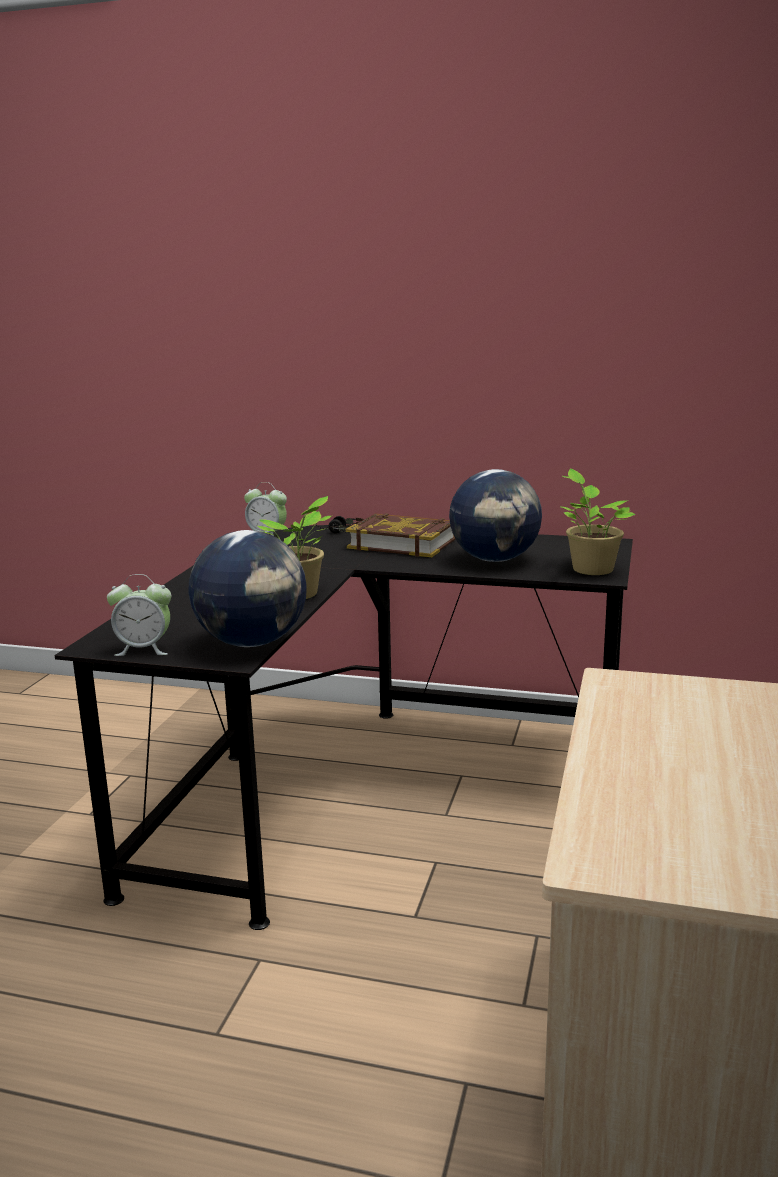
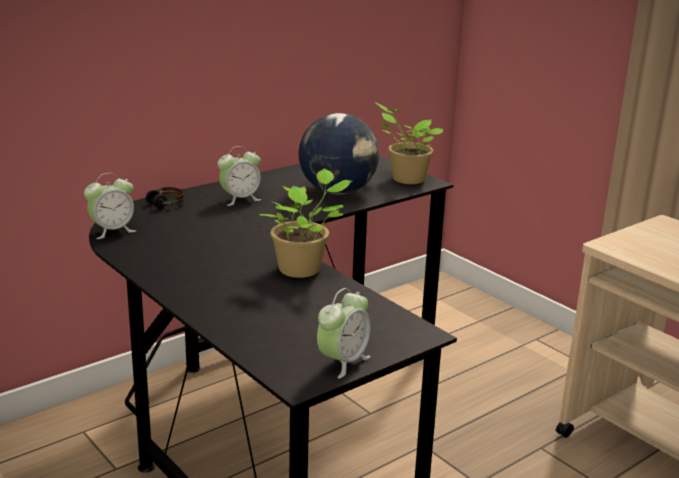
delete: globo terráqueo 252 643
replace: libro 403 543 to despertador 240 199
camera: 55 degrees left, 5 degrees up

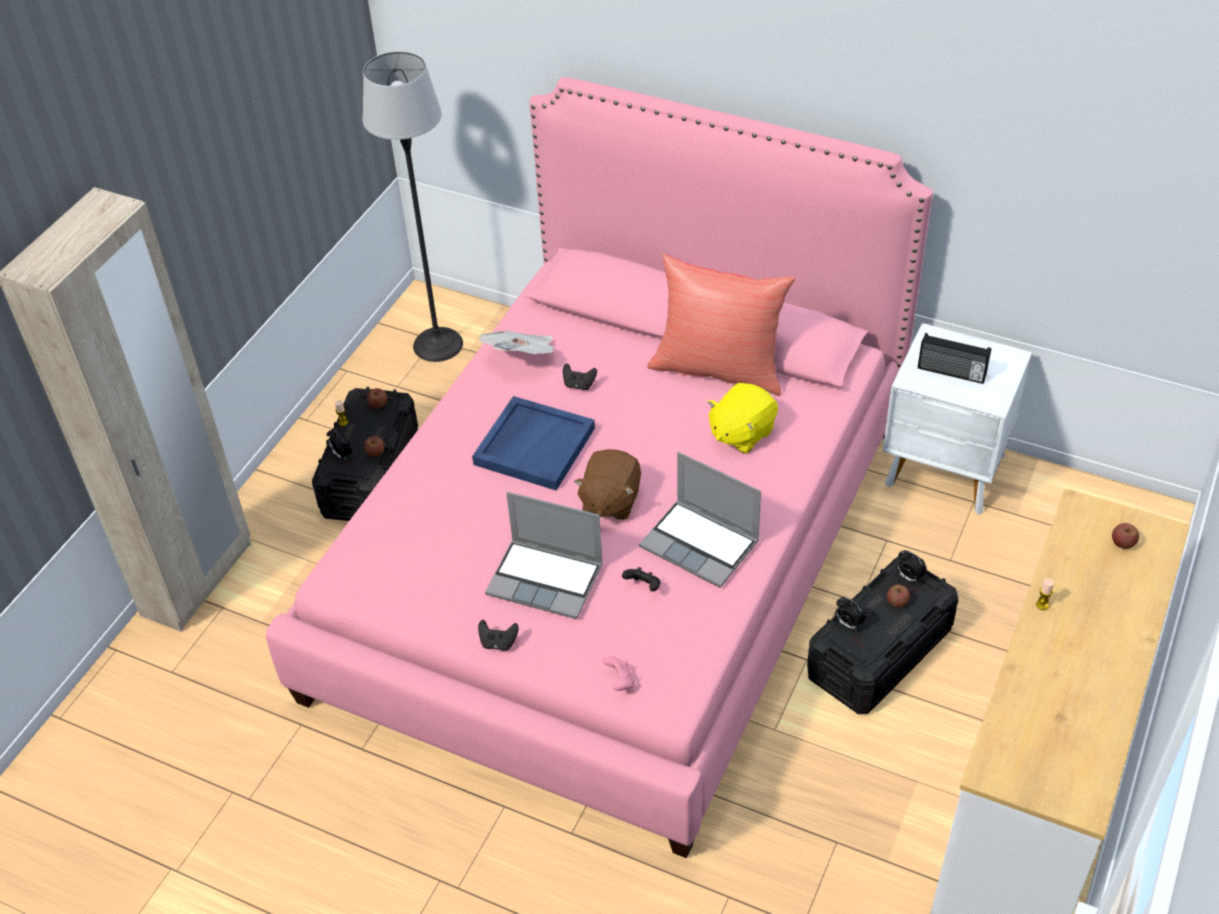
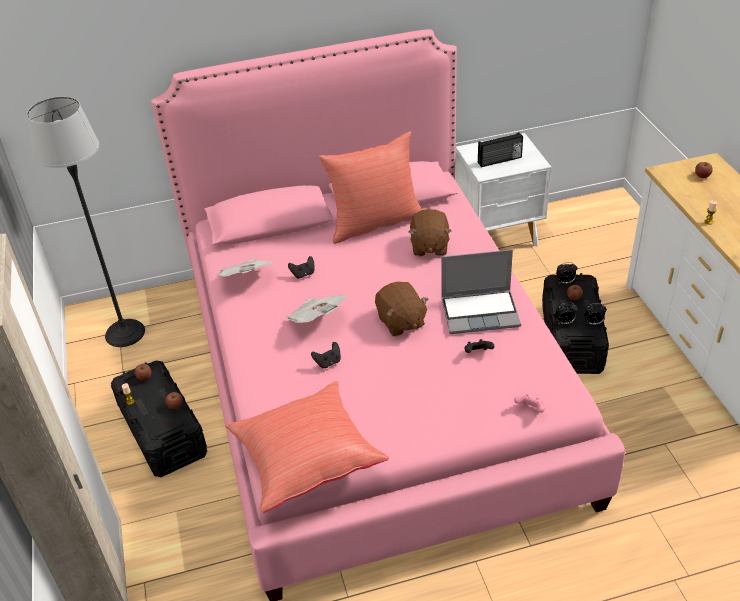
delete: portátil 547 579
insert: cojín (rojo) 306 459
move: mando de consola (negro) 498 643 to 328 362; despertador 341 455 to 593 323
replace: bandeja (azul) 534 445 to periódico 317 320
recolor: peluche (amarillo) 741 433 to peluche (marrón) 429 246
camera: 40 degrees left, 5 degrees down

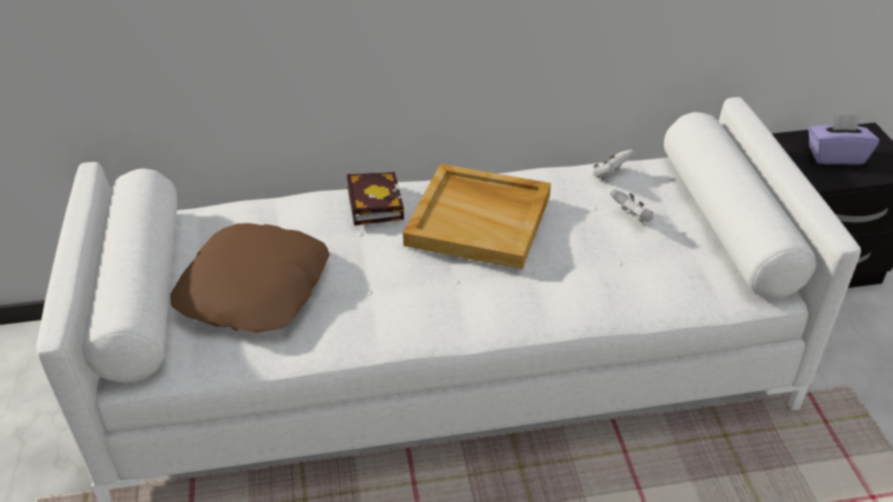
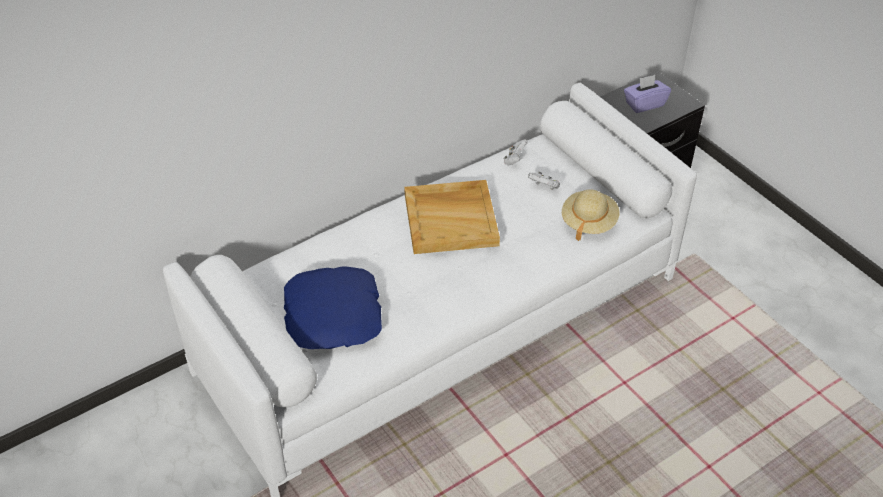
delete: libro 373 202
insert: sombrero (beis) 588 222
recolor: cojín (marrón) 256 289 to cojín (azul) 334 316
camera: 25 degrees left, 5 degrees up

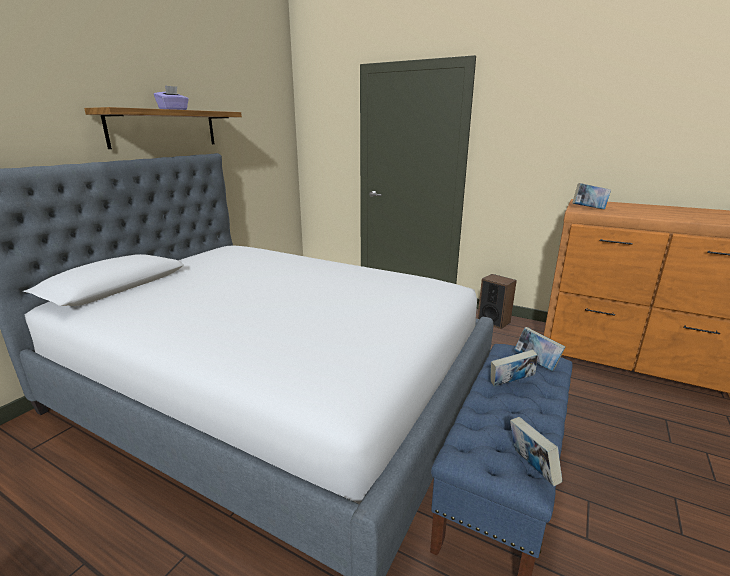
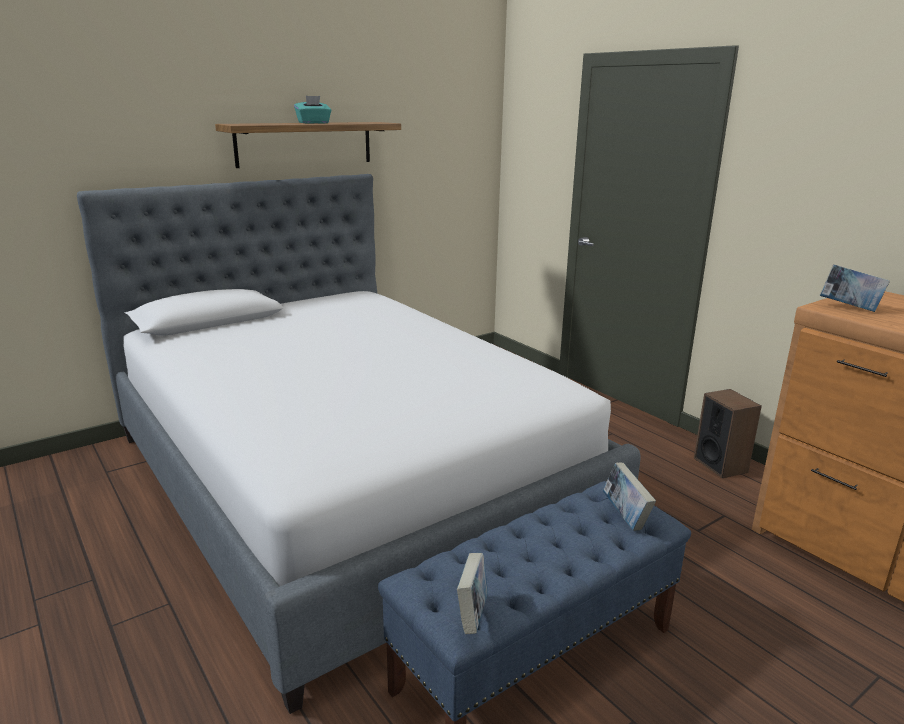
delete: libro 510 384
recolor: caja de pañuelos (morado) 173 109 to caja de pañuelos (turquesa) 313 123
camera: 25 degrees right, 0 degrees up

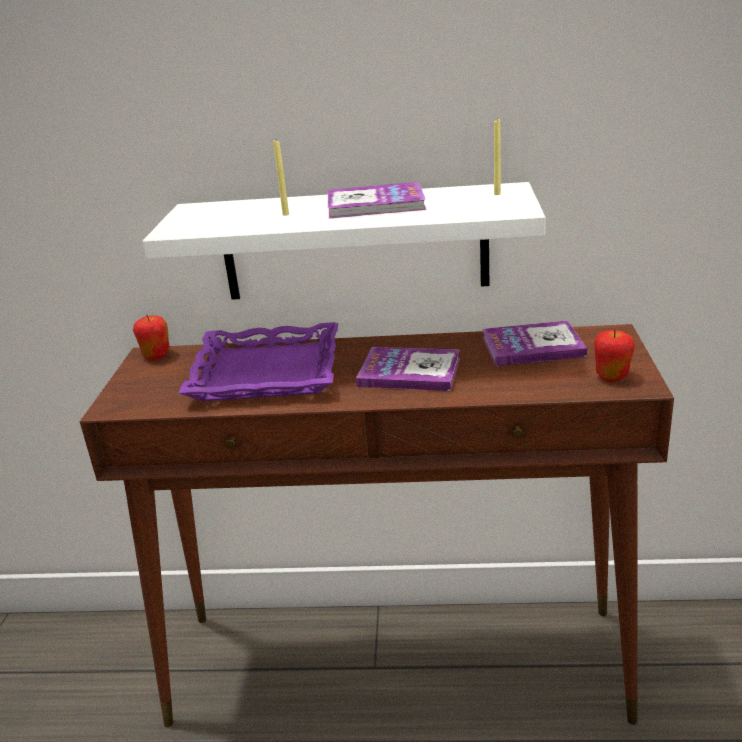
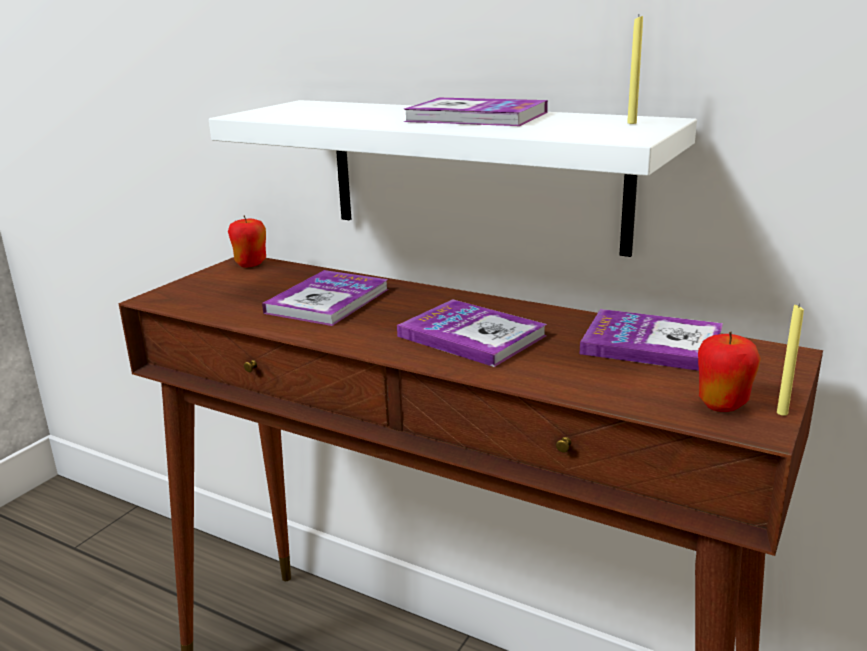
move: vela (amarillo) 285 214 to 782 413
replace: bandeja (morado) 267 372 to libro 328 301
camera: 25 degrees right, 5 degrees down

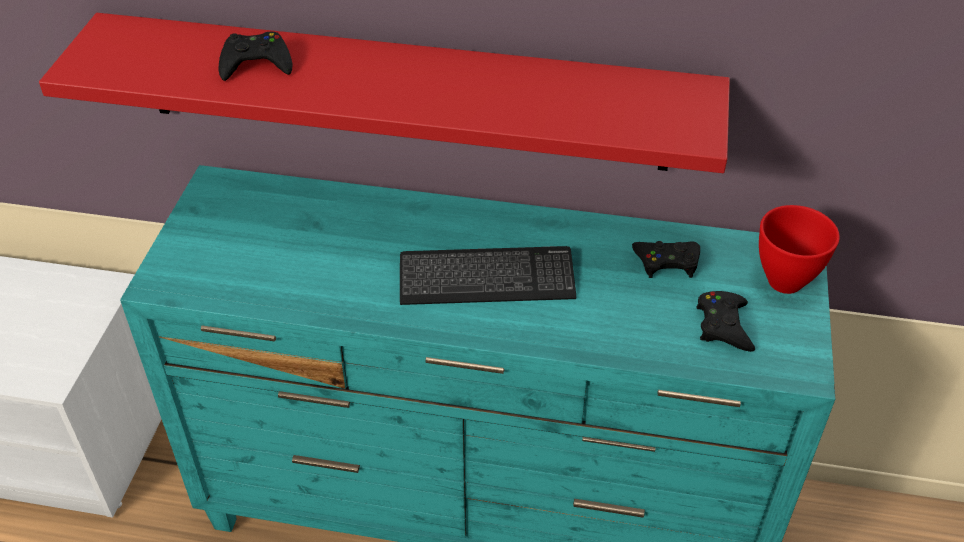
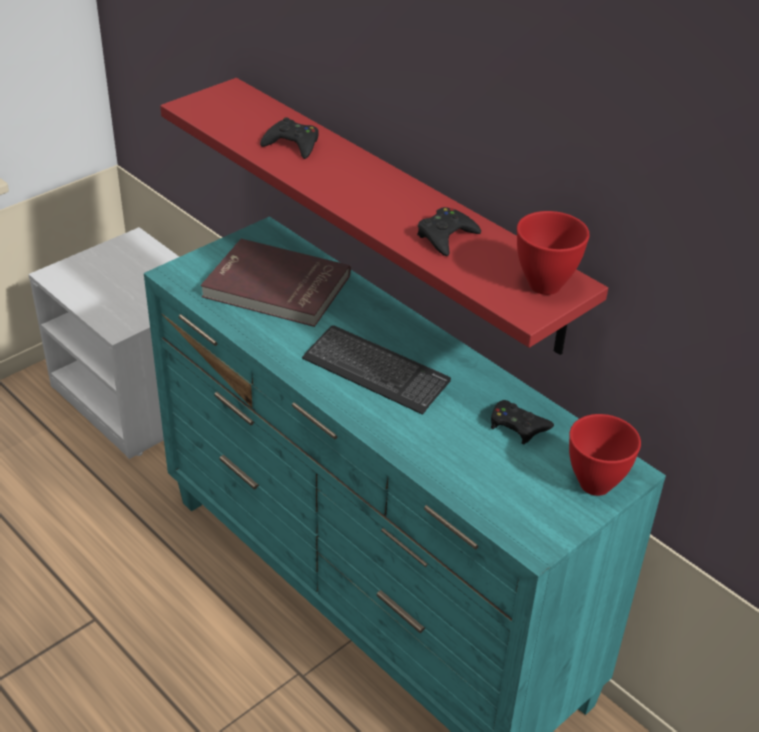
insert: libro (rojo) 275 288; cuenco (rojo) 545 284
move: mando de consola (negro) 723 325 to 446 237
camera: 35 degrees right, 5 degrees down

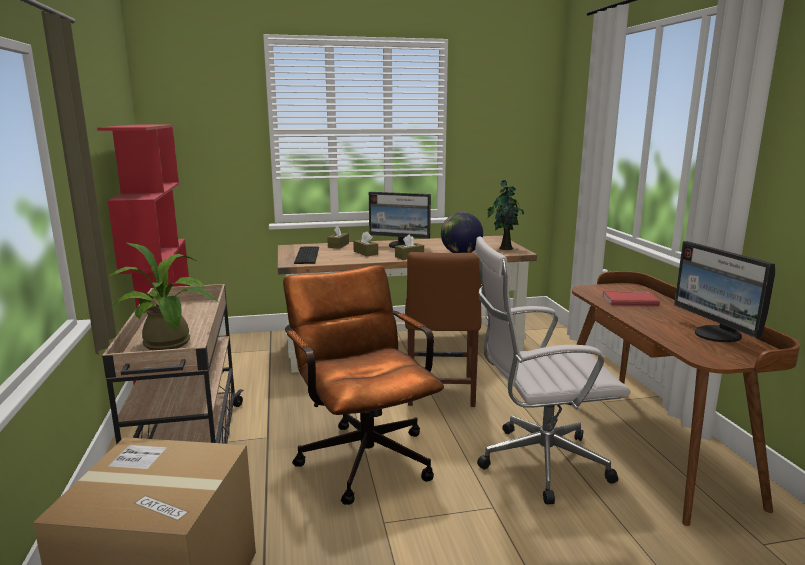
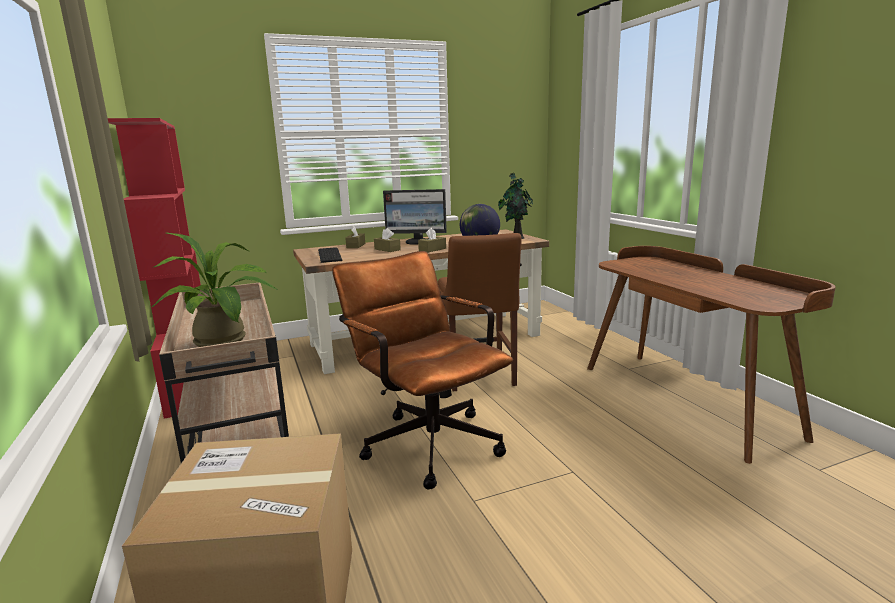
delete: silla de oficina (blanco) 537 463; libro (rojo) 629 299; monitor 717 335
camera: 10 degrees left, 0 degrees up

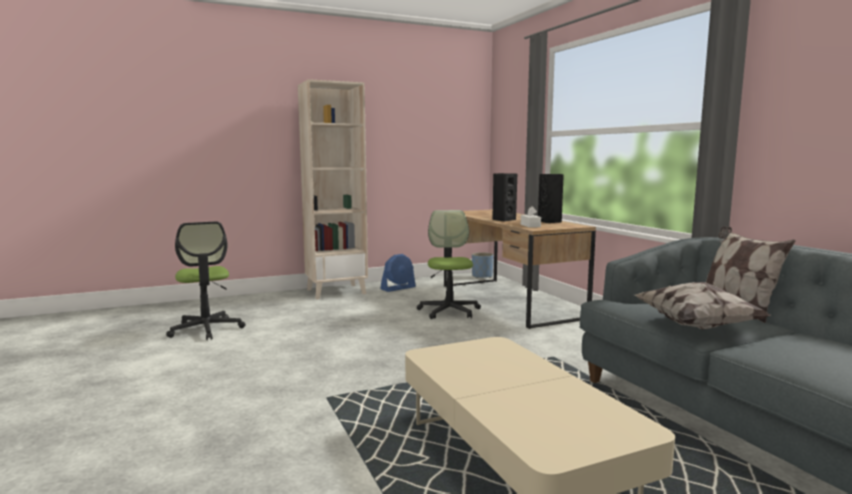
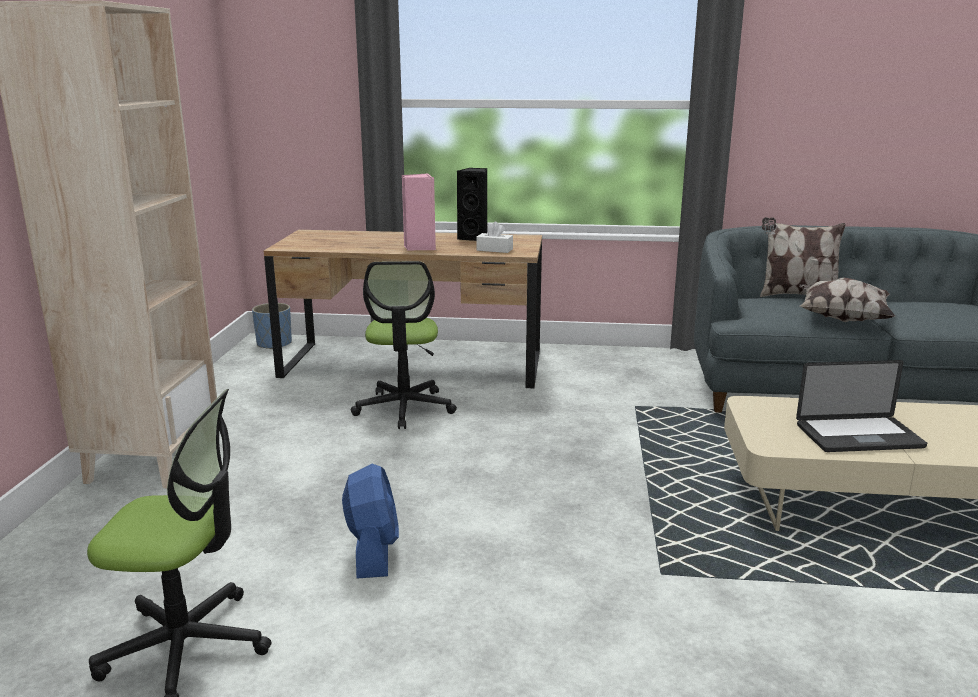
insert: portátil 859 436
move: ventilador (azul) 398 288 to 373 551
recolor: altavoz (negro) 503 220 to altavoz (rosa) 419 247
rotate: silla de oficina 449 311 = 404 408 120 degrees counterclockwise
camera: 60 degrees left, 10 degrees up

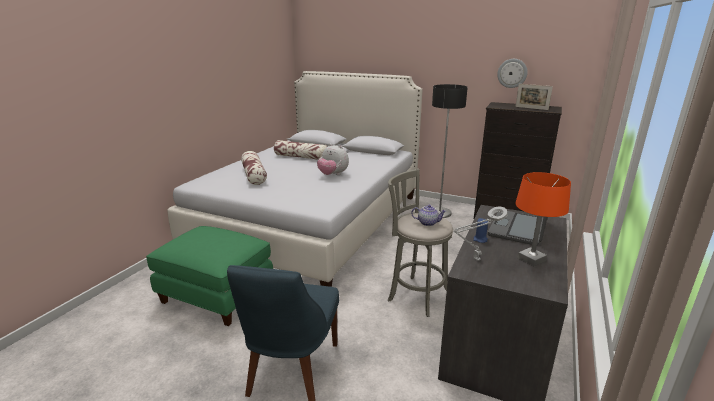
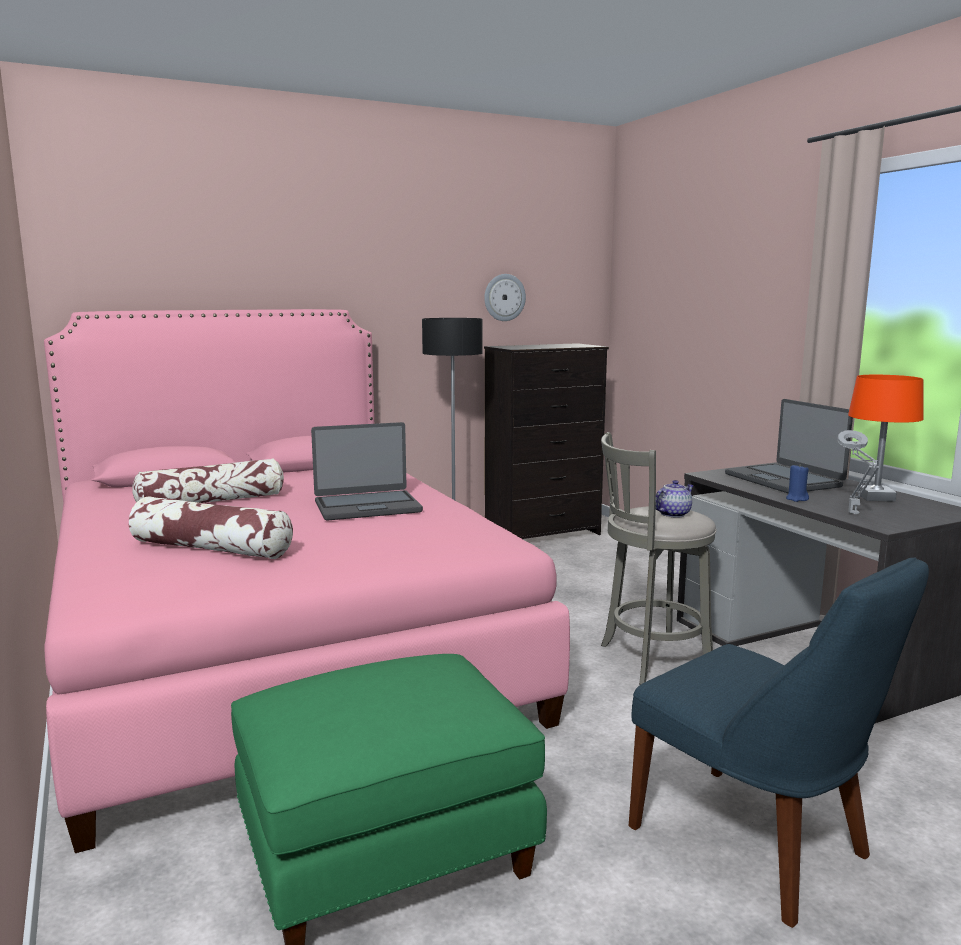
delete: portarretratos 531 108
replace: peluche 333 175 to portátil 367 507
recolor: cama (blanco) 312 221 to cama (rosa) 275 646
camera: 50 degrees left, 10 degrees down

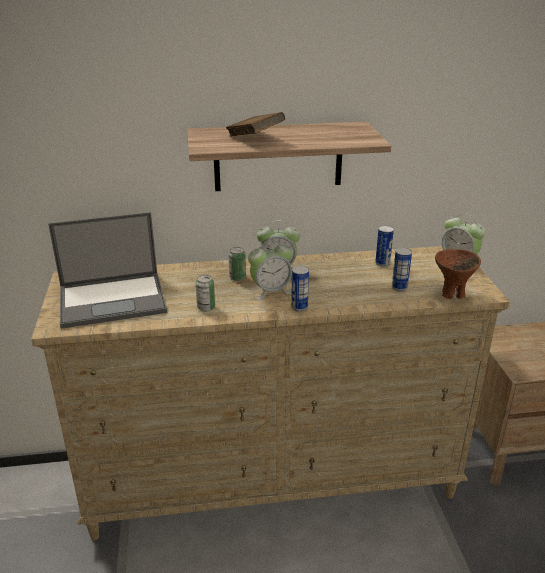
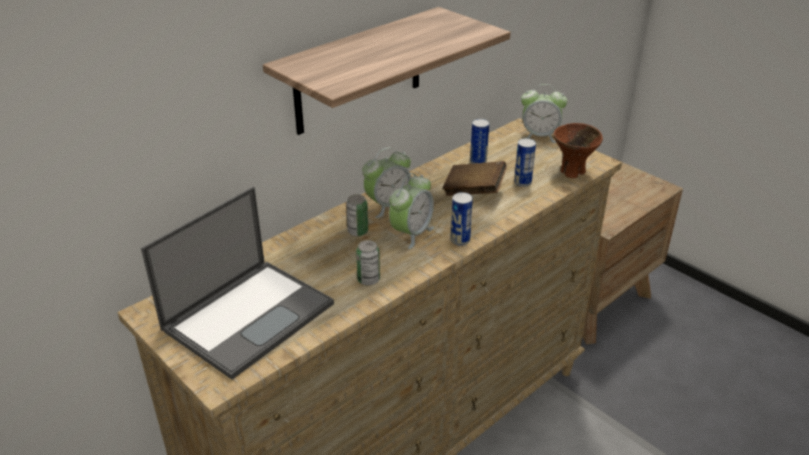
move: libro (marrón) 255 139 to 473 191
camera: 35 degrees left, 5 degrees up

